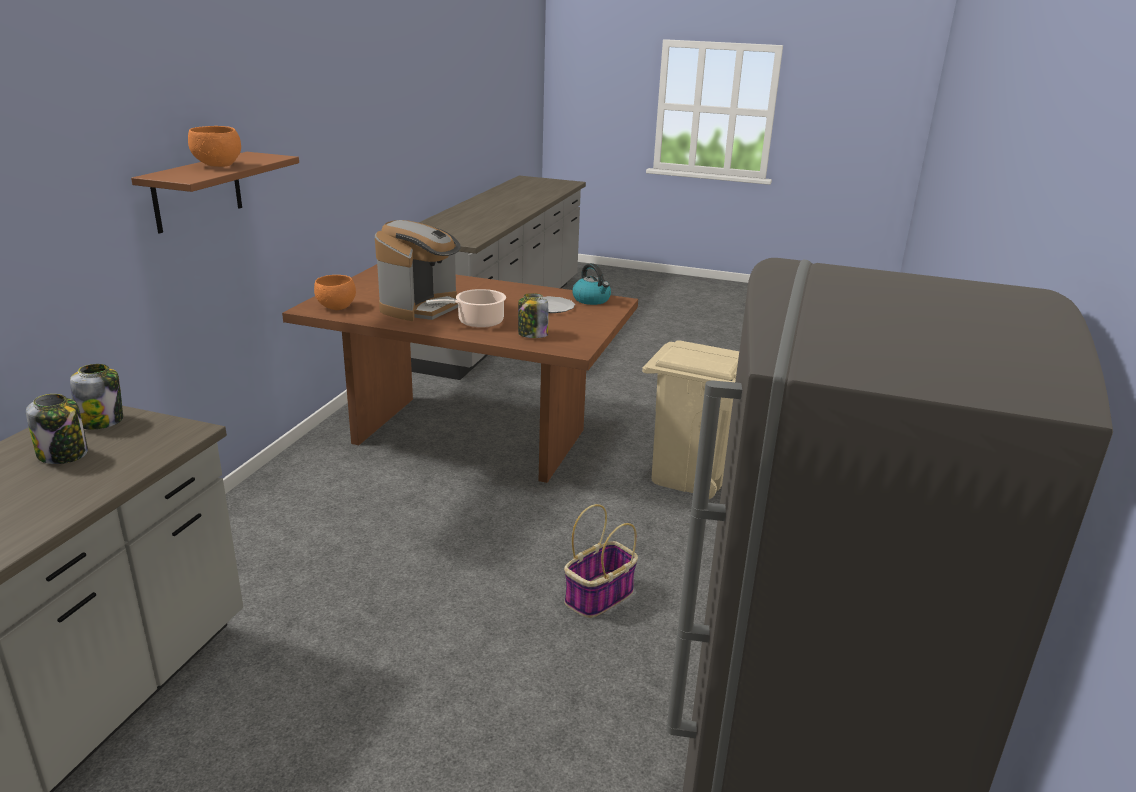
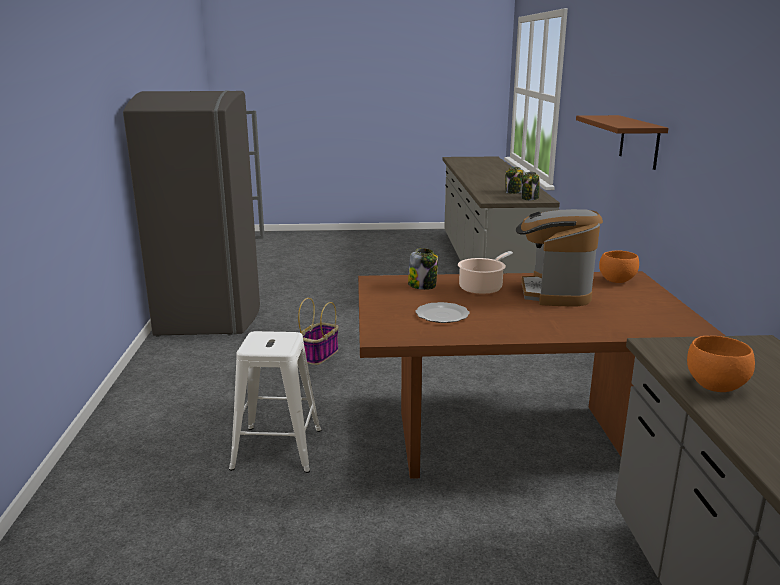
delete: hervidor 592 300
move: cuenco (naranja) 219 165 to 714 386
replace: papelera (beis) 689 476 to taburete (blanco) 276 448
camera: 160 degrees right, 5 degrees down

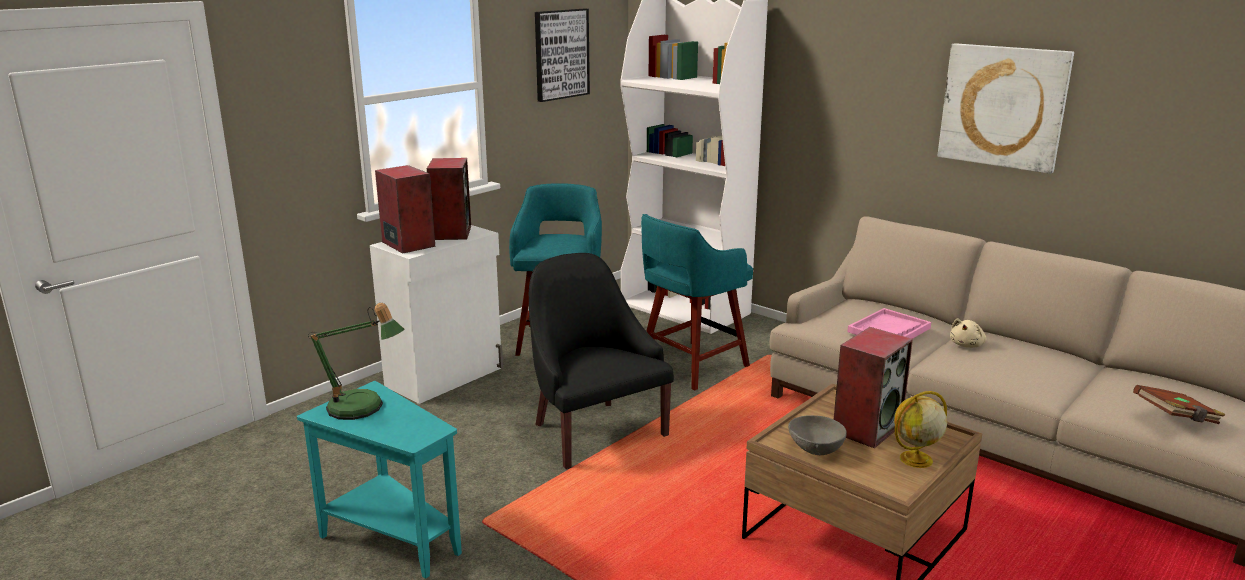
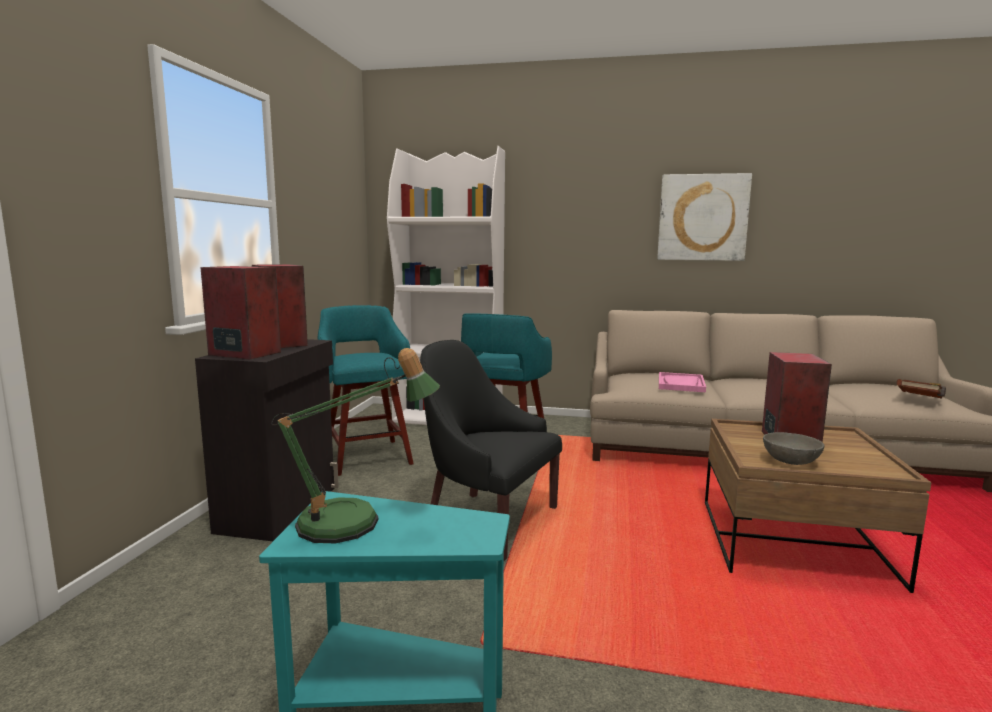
delete: cuadro 561 54; globo terráqueo 915 460; peluche (beis) 967 345
recolor: armario (blanco) 446 377 to armario (negro) 280 509
camera: 30 degrees left, 10 degrees down

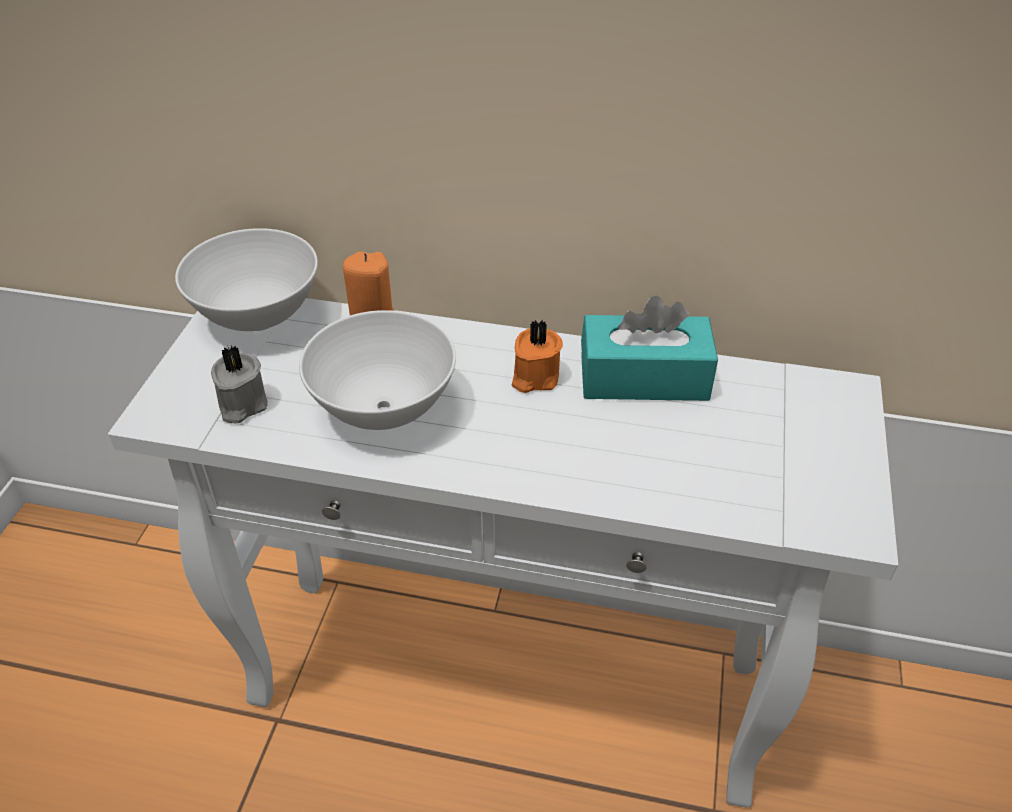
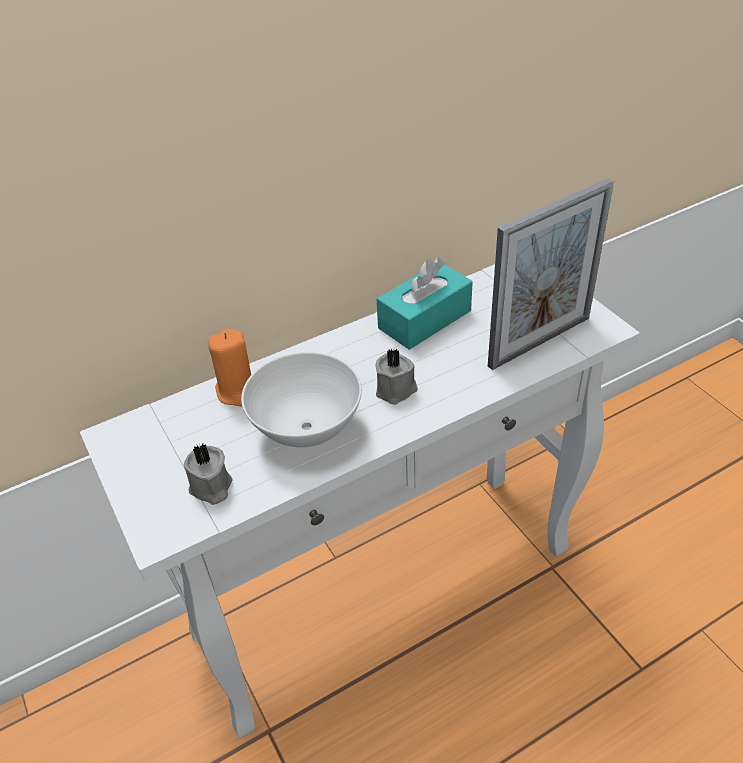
delete: cuenco (blanco) 258 319; vela (naranja) 534 377
insert: vela (gris) 397 390; portarretratos 539 342
camera: 40 degrees left, 0 degrees up

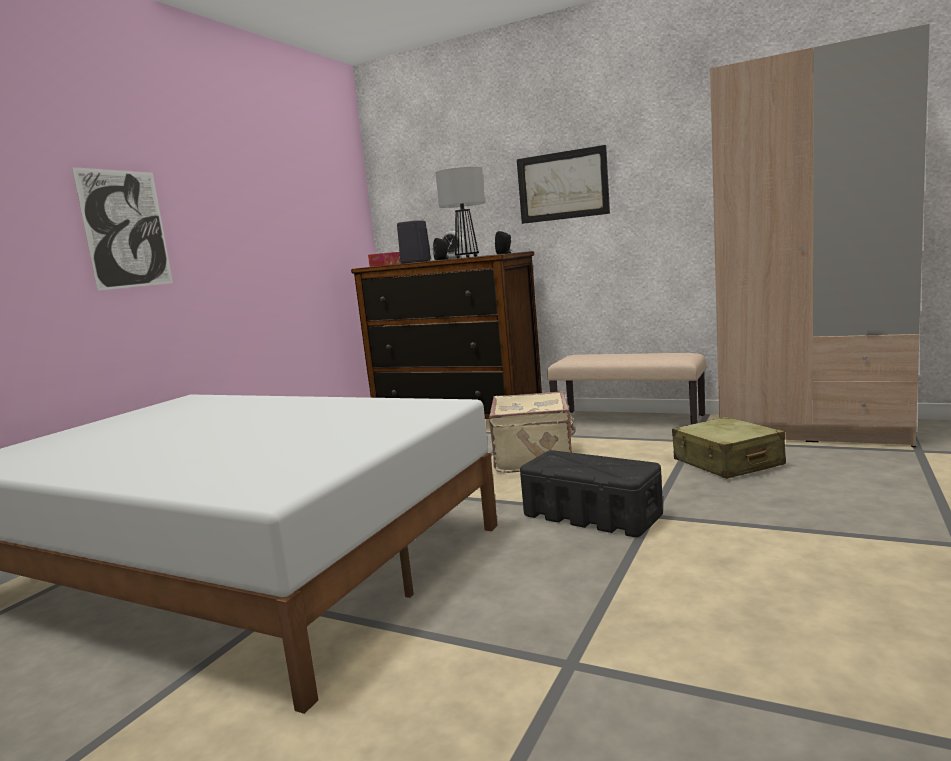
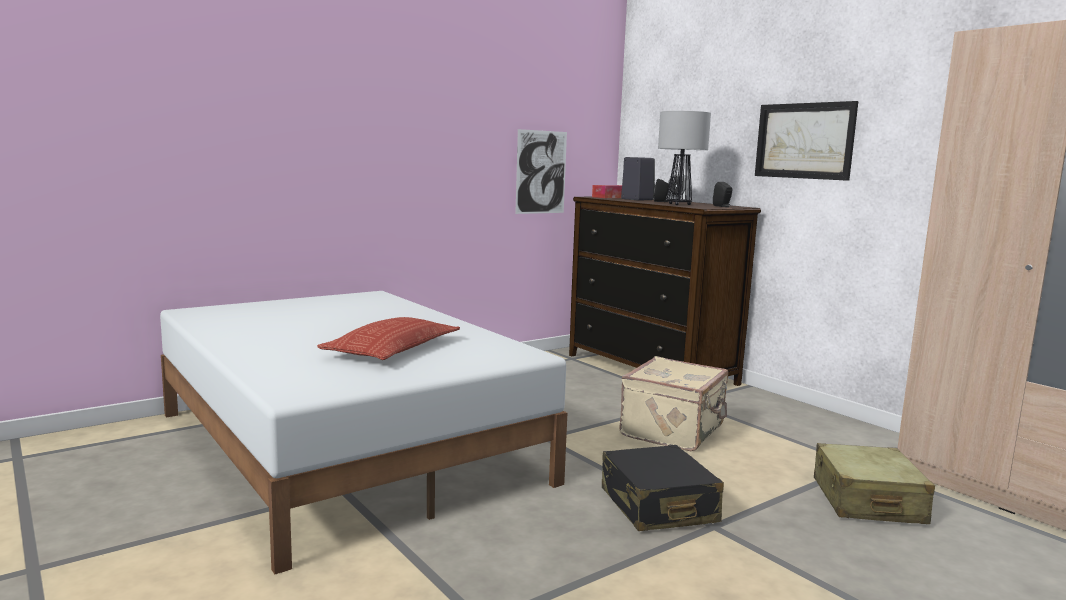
delete: banco (beis) 628 420
insert: cojín 393 349
move: cuadro 125 229 to 541 172
replace: caja de almacenaje (negro) 592 515 to maleta (negro) 657 506
camera: 25 degrees right, 0 degrees up

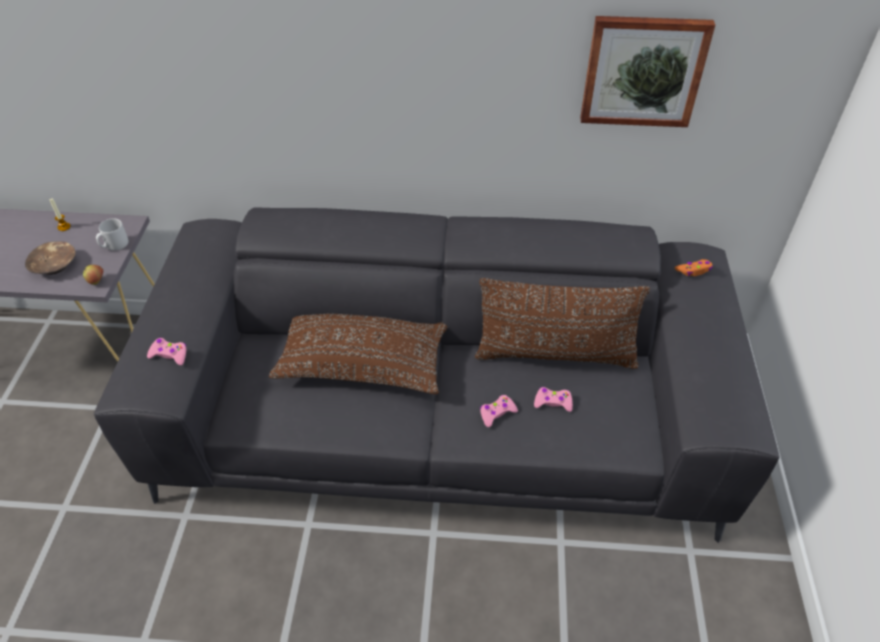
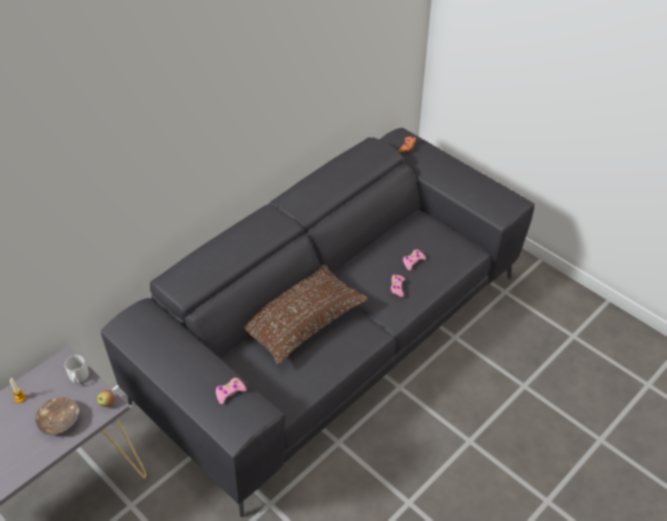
delete: cojín (marrón) 555 354; cuadro 643 71
camera: 50 degrees left, 0 degrees up

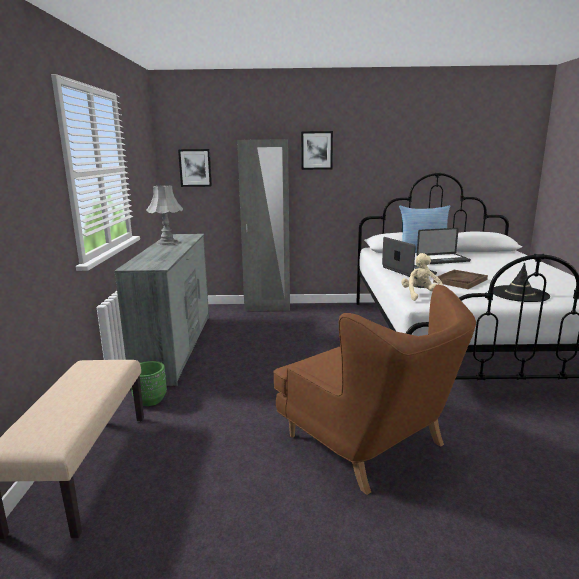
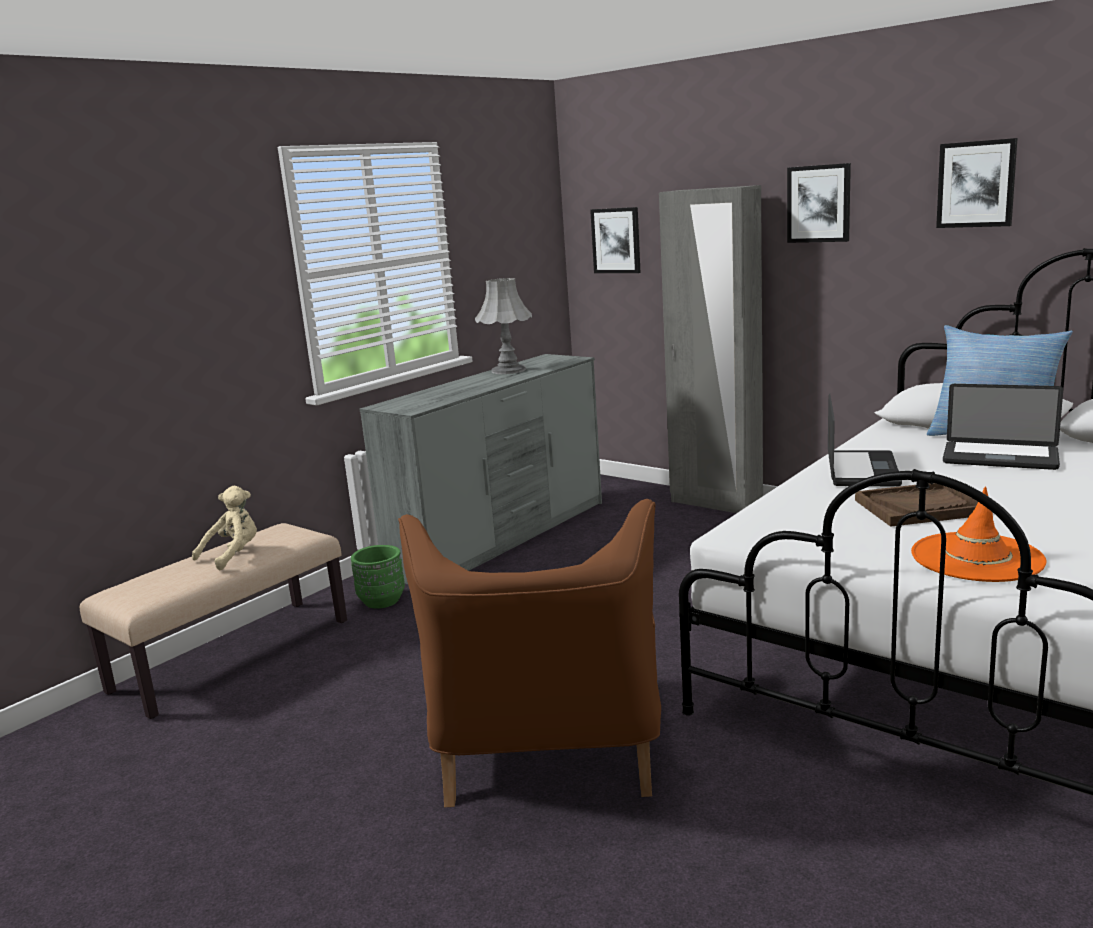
insert: cuadro 976 184
move: peluche (beis) 420 296 to 233 555
recolor: sombrero (negro) 519 294 to sombrero (naranja) 976 558
camera: 40 degrees right, 0 degrees up

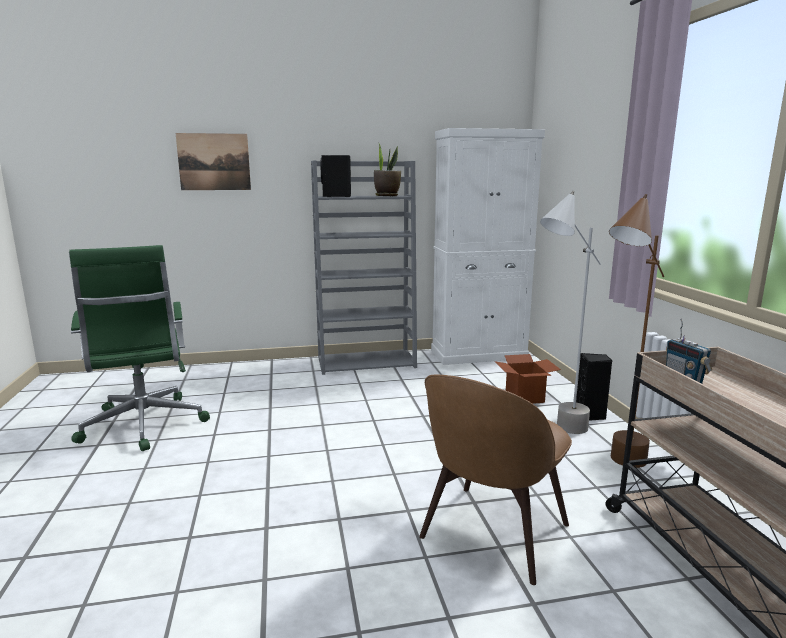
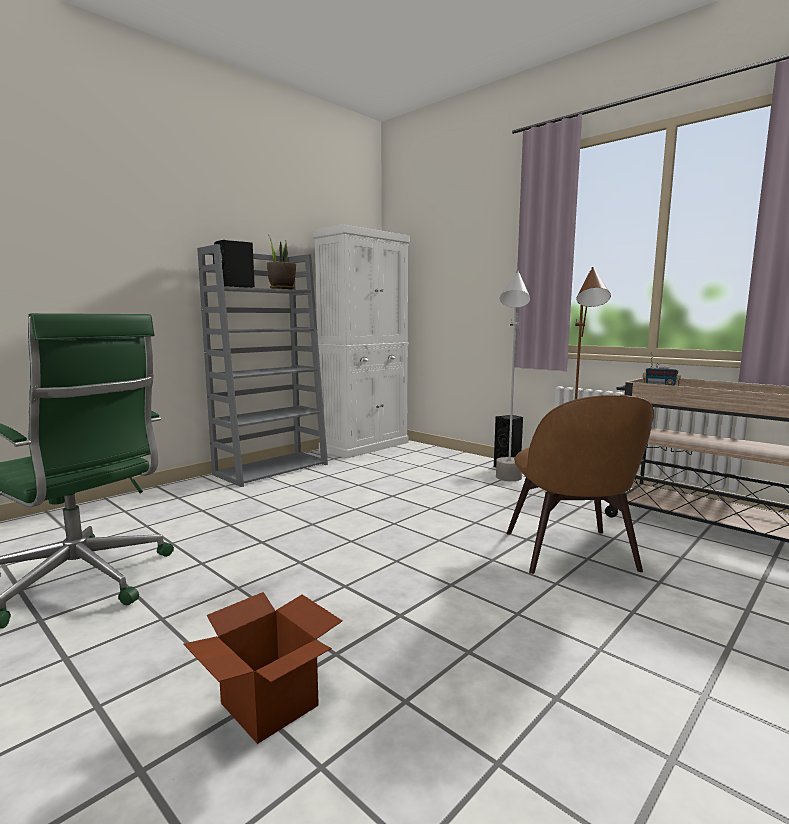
delete: cuadro 214 162
move: caja de cartón 524 397 to 268 704
camera: 35 degrees left, 5 degrees down

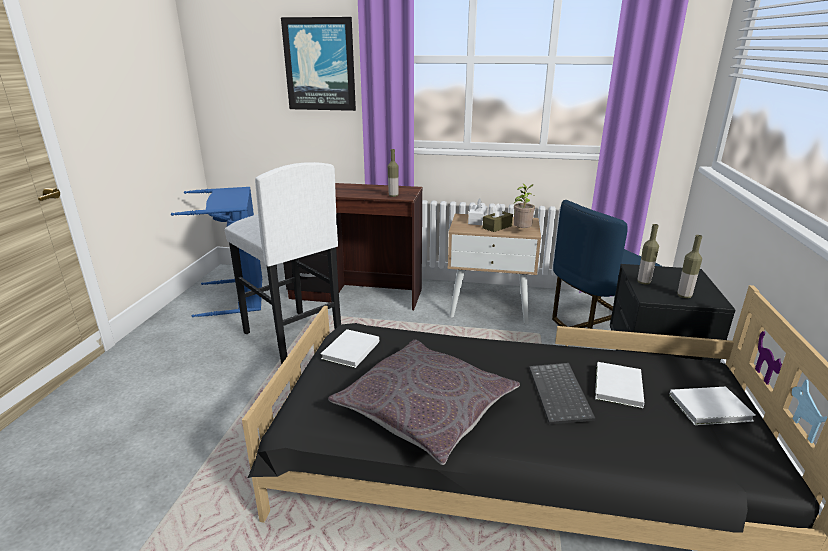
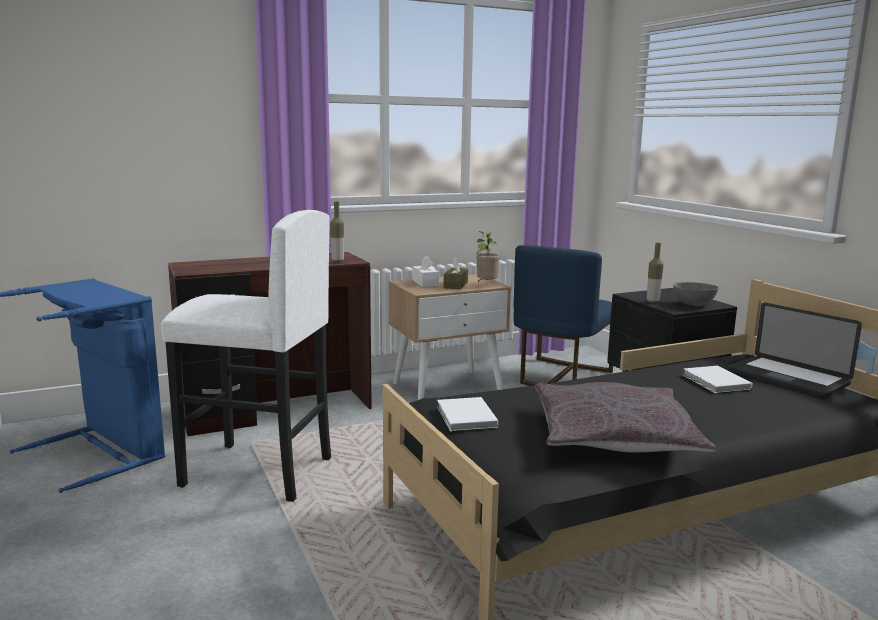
delete: cuadro 320 64; teclado 561 395
replace: botella 684 296 to cuenco (gris) 694 305; libro (blanco) 712 408 to portátil 787 378
camera: 35 degrees left, 10 degrees down

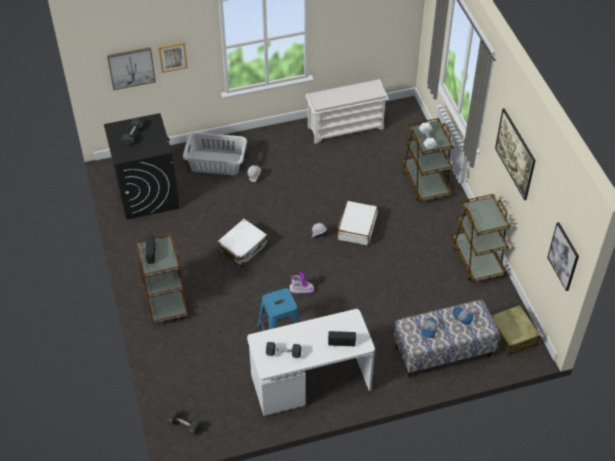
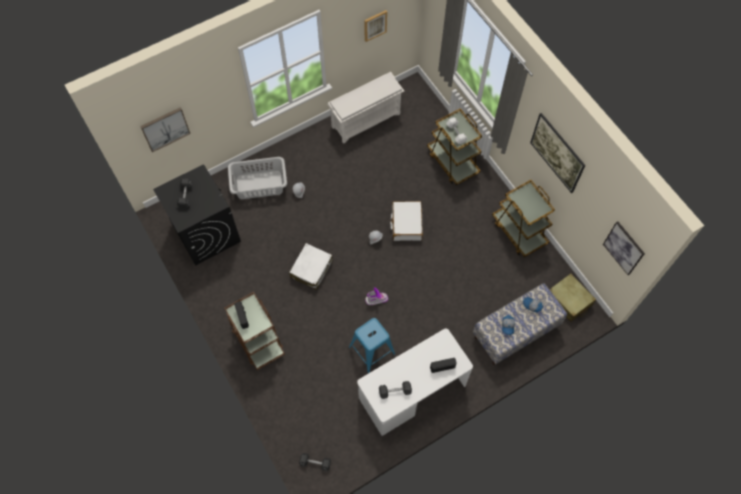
move: cuadro 172 56 to 375 25
camera: 15 degrees left, 15 degrees up

